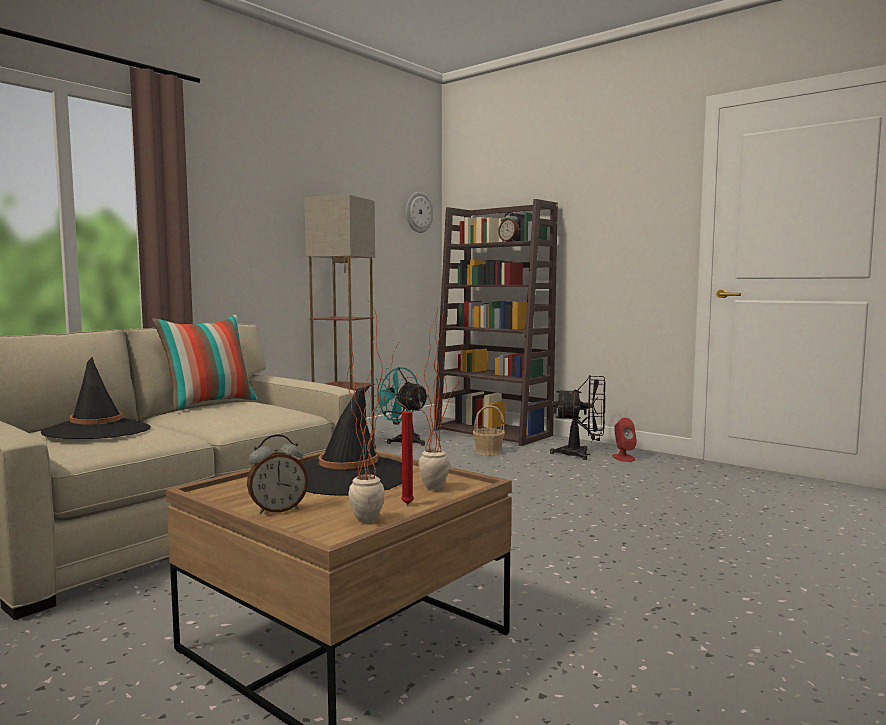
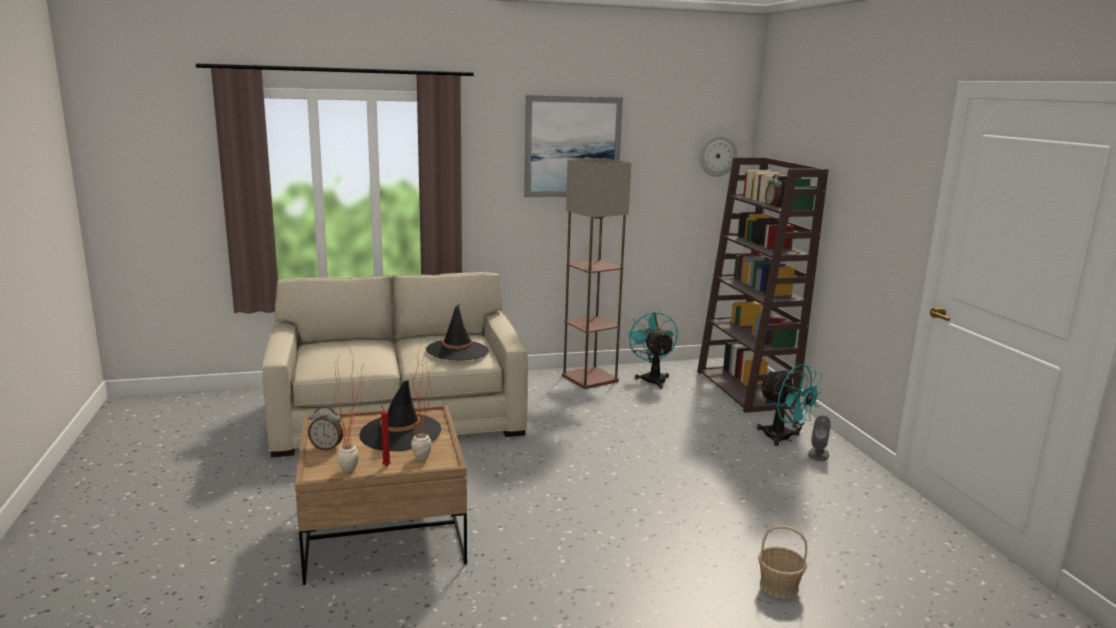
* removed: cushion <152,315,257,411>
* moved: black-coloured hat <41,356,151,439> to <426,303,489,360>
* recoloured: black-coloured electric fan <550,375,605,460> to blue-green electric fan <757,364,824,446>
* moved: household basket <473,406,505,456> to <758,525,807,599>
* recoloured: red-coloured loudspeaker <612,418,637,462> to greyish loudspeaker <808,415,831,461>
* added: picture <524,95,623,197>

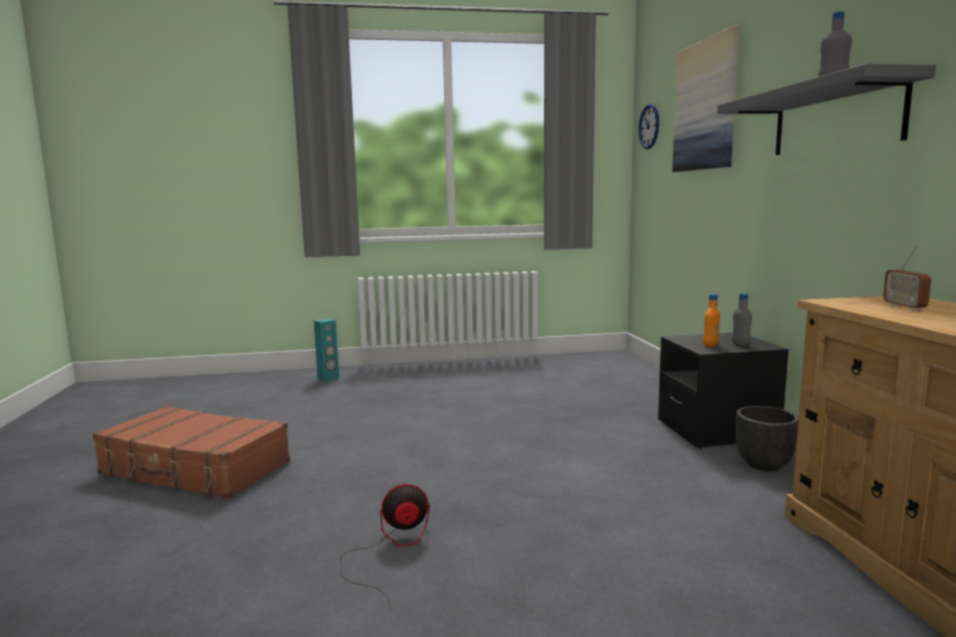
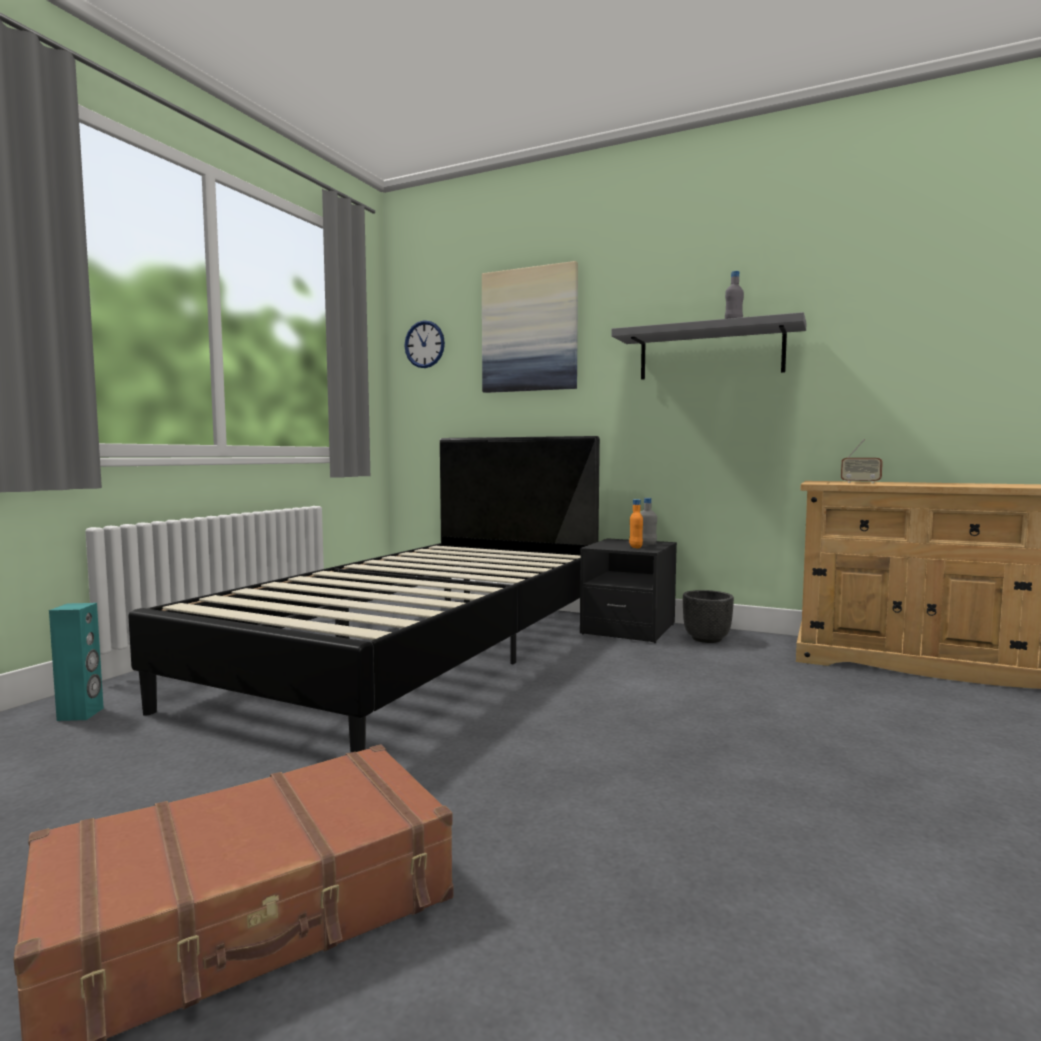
* removed: electric fan <340,484,430,607>
* added: black-coloured bed <128,436,600,753>

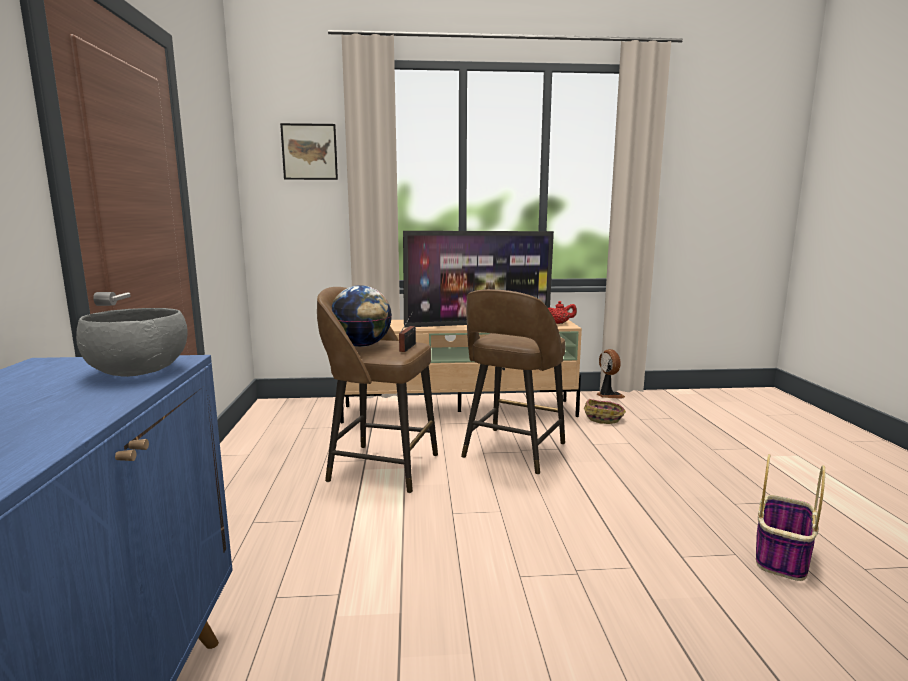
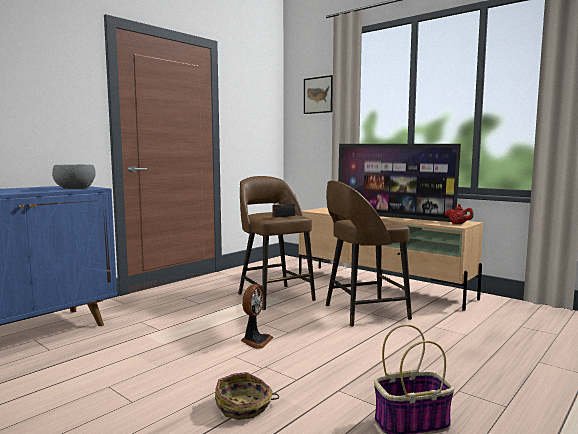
* removed: world globe <332,285,392,347>
* moved: electric fan <597,349,625,398> to <241,284,274,349>
* moved: household basket <584,399,626,424> to <215,372,279,420>

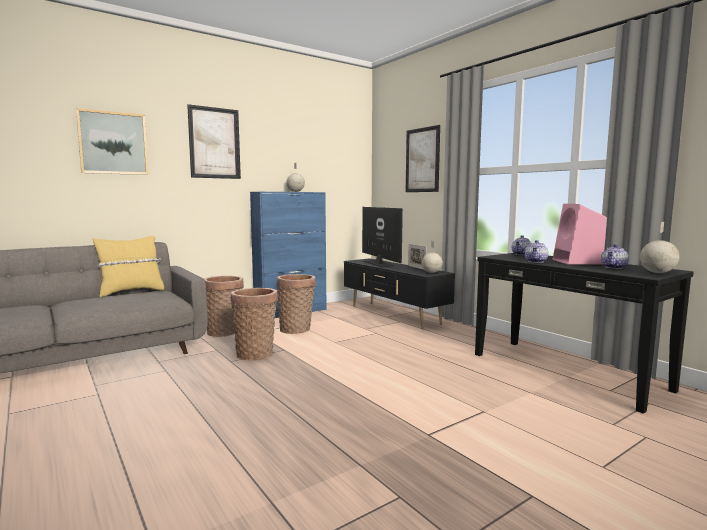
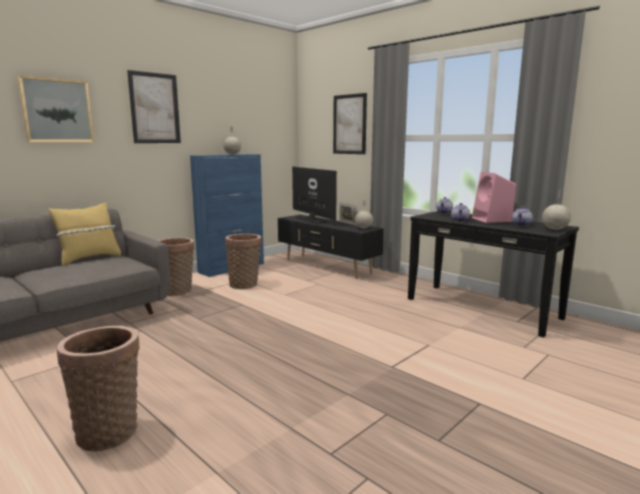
* moved: household basket <231,288,278,361> to <57,326,139,452>

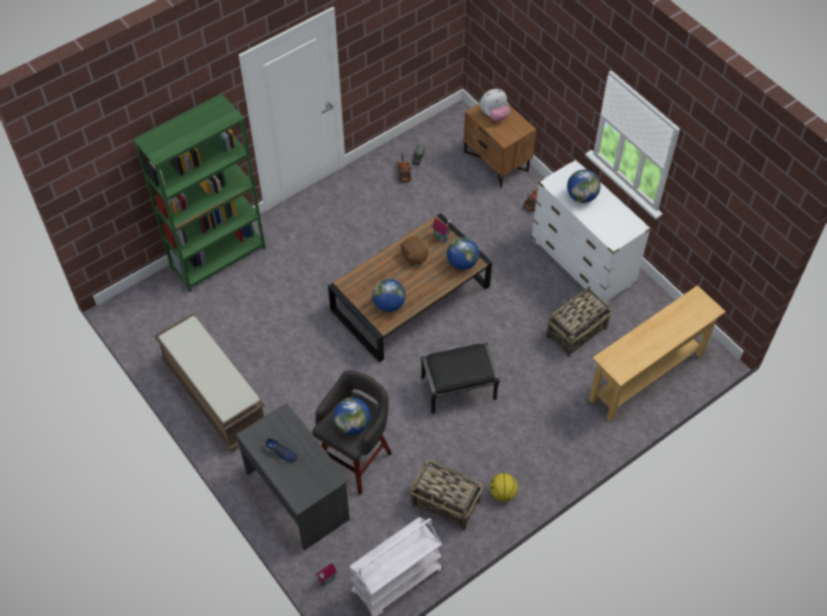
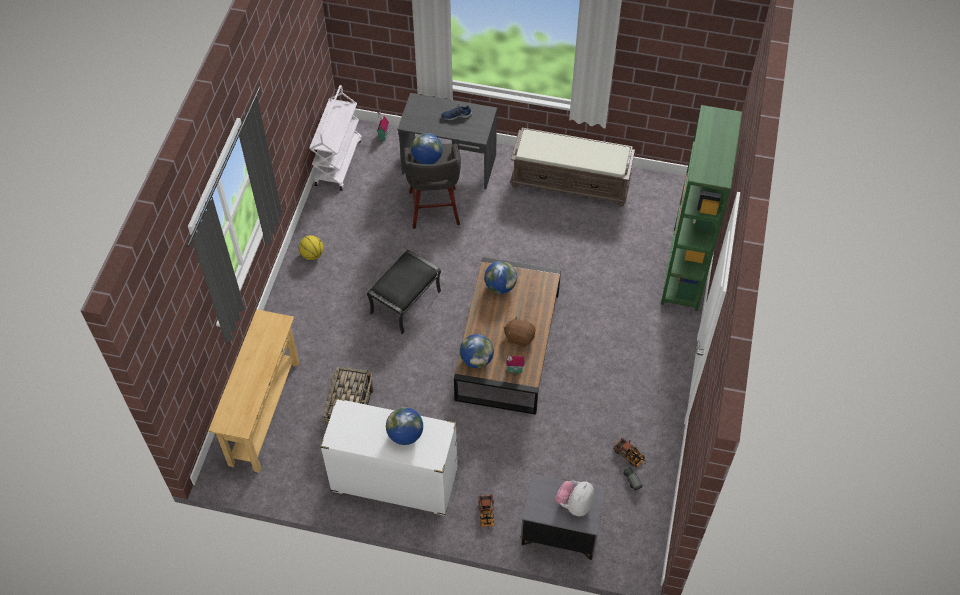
* recoloured: brownish bedside table <464,103,536,188> to greyish bedside table <521,474,606,560>
* removed: household basket <410,459,483,530>

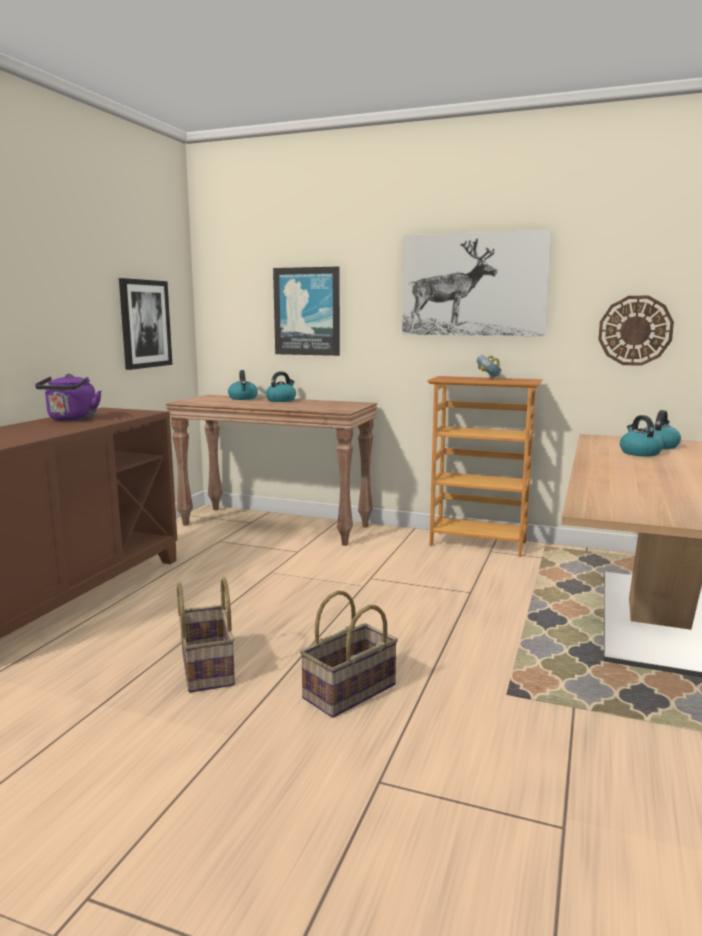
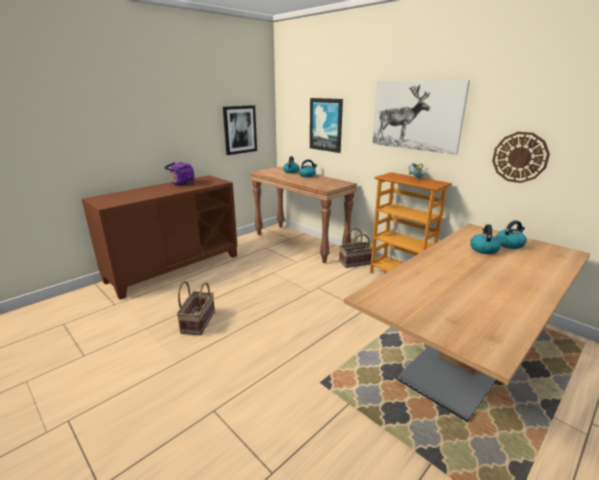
* moved: household basket <300,591,398,718> to <339,228,372,268>

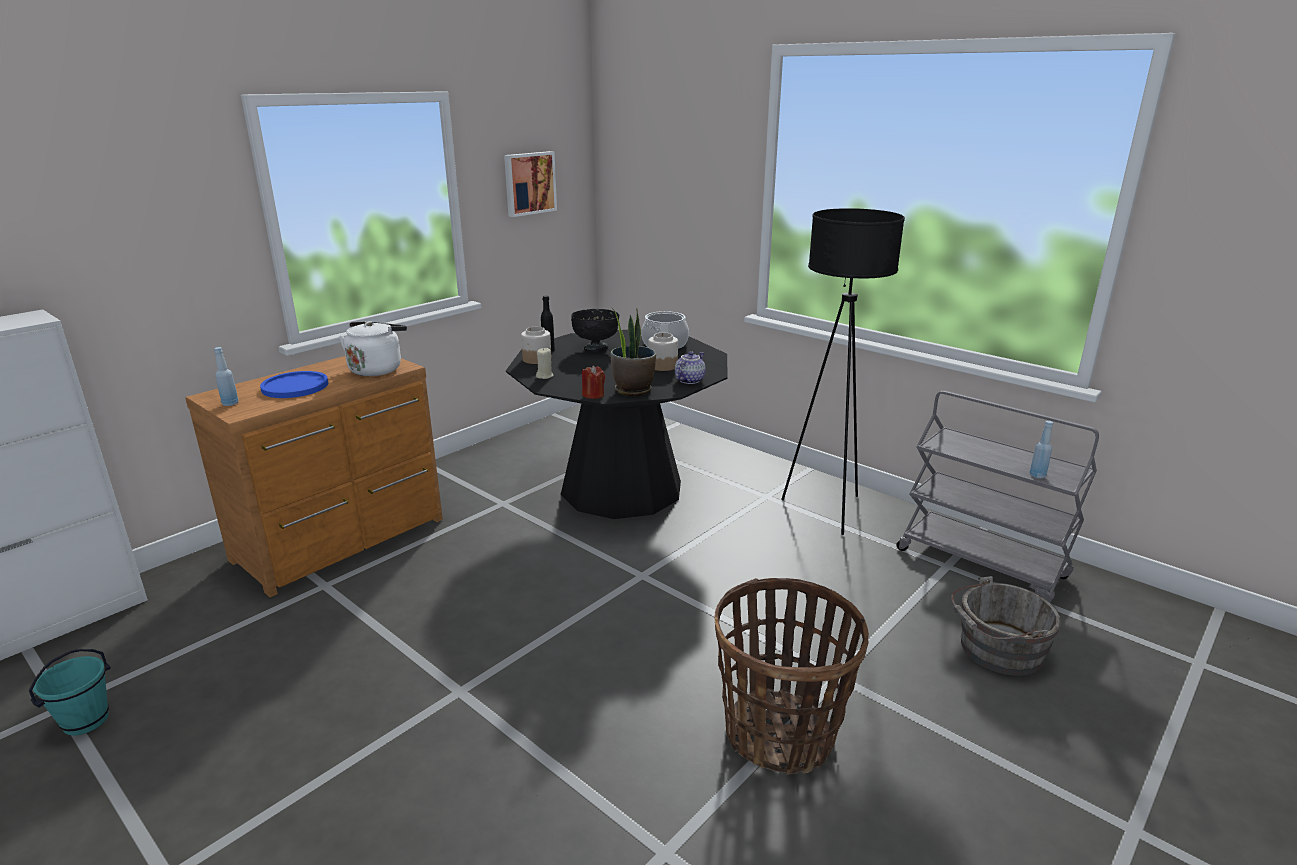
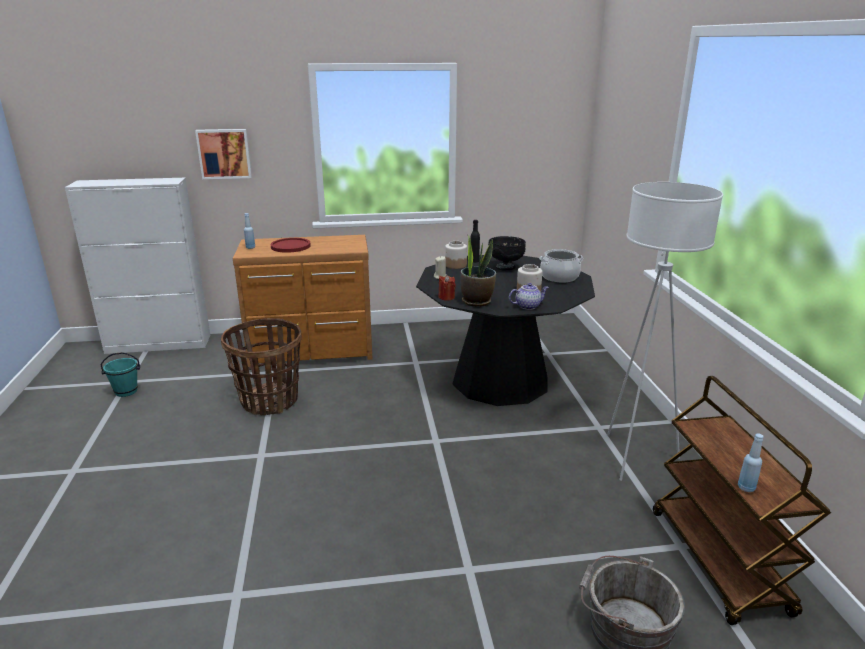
* moved: picture <504,151,557,217> to <195,129,252,179>
* recoloured: black-coloured standard lamp <781,208,905,535> to white-coloured standard lamp <607,182,723,481>
* removed: white-coloured kettle <339,321,407,376>
* recoloured: blue-coloured dinner plate <260,371,328,398> to red-coloured dinner plate <270,238,311,253>
* recoloured: greyish cart <896,391,1099,602> to brownish cart <653,376,831,625>
* moved: household basket <715,578,869,775> to <221,318,302,415>

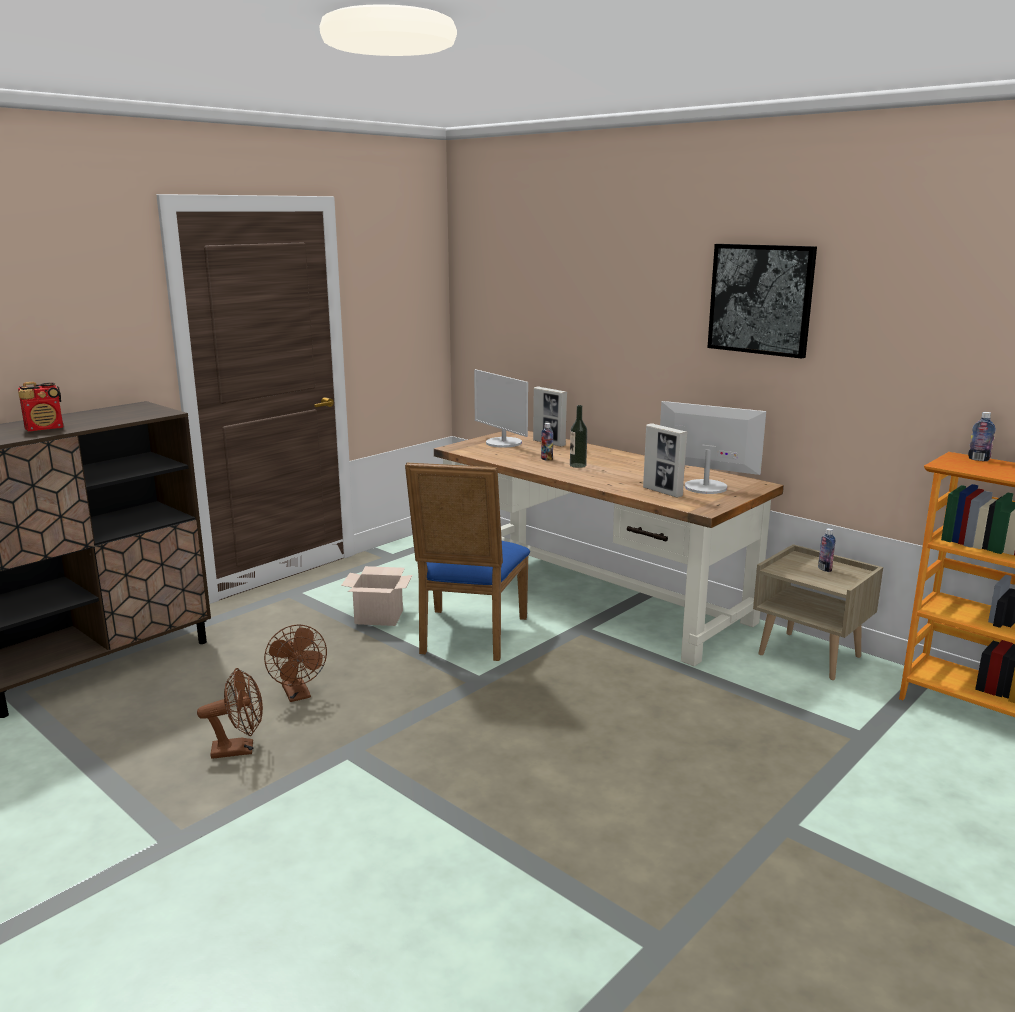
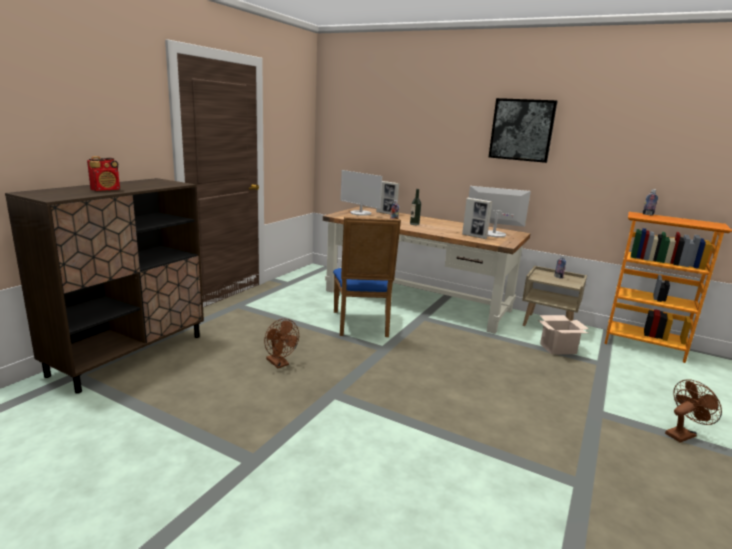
* moved: cardboard box <341,566,413,626> to <538,315,589,355>
* moved: brownish electric fan <197,668,263,759> to <665,380,722,443>

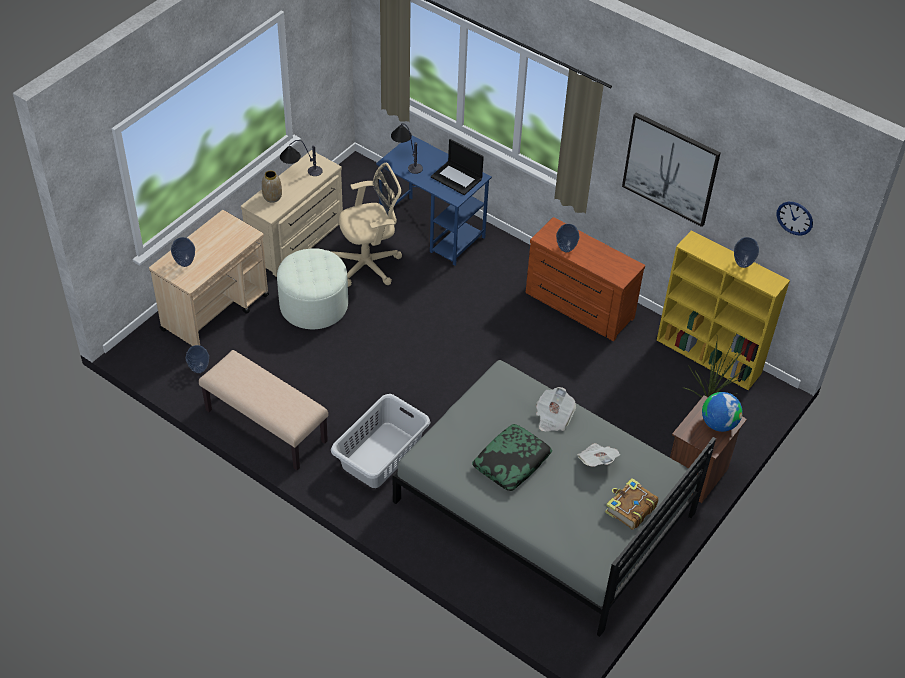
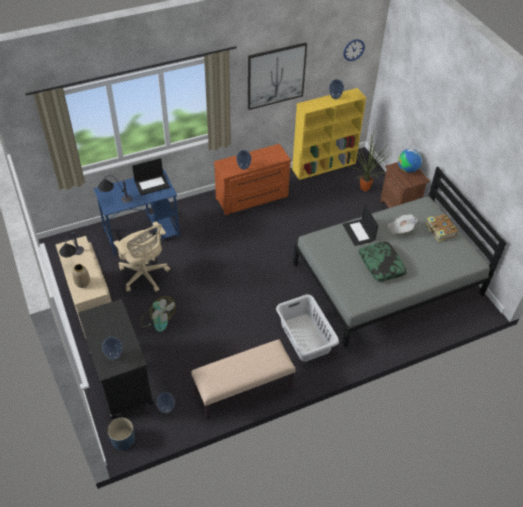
* turned: sand-coloured computer chair <331,163,402,287> = <113,221,170,292> 135 degrees clockwise
* recoloured: sand-coloured cart <149,210,269,346> to black-coloured cart <78,299,154,419>
* replaced: white-coloured pouffe <277,248,348,329> to electric fan <141,296,176,332>
* replaced: daily paper <536,387,576,431> to portable computer <342,204,378,246>
* added: blue-coloured planter <108,418,135,450>

